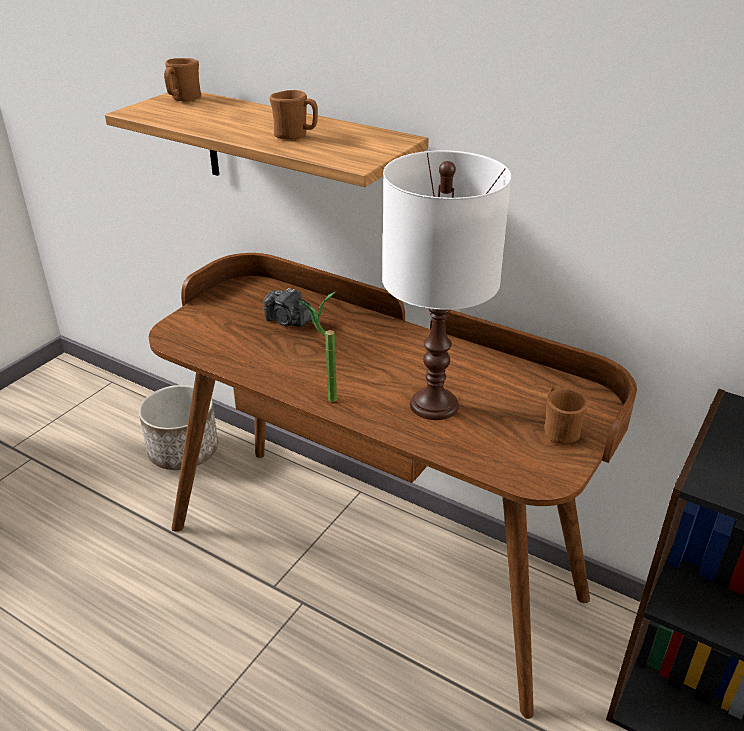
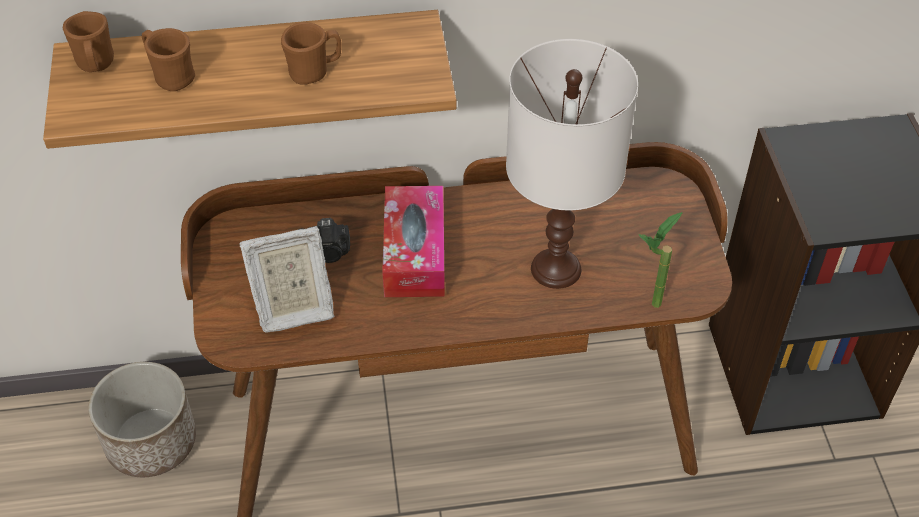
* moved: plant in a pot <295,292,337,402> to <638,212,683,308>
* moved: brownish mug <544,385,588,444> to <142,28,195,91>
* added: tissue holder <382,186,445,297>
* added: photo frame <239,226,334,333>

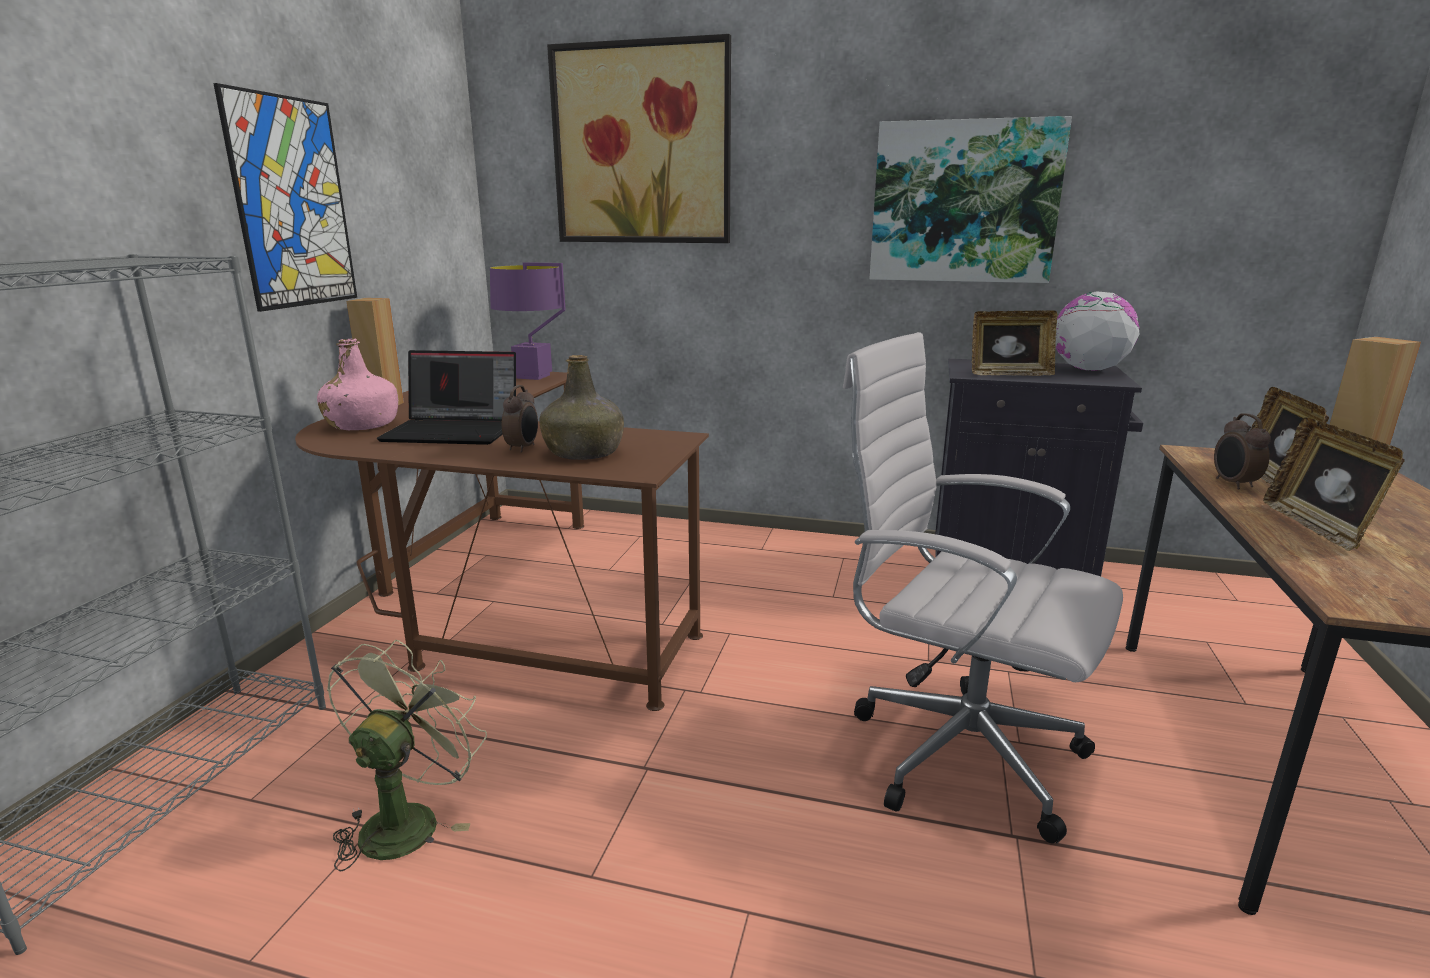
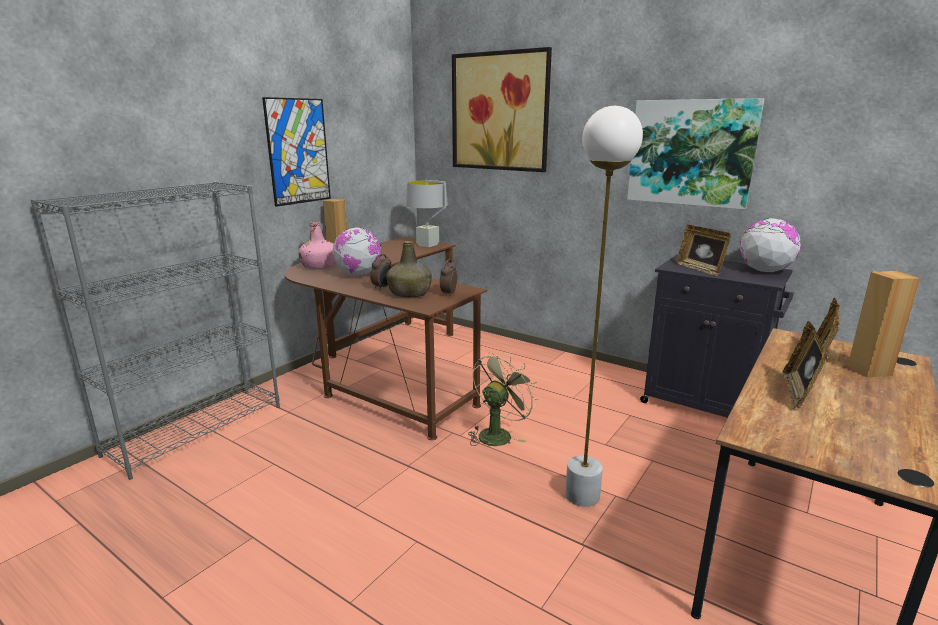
* recoloured: purplish lamp for a table <490,262,566,380> to greyish lamp for a table <406,180,448,247>
* turned: photo frame <971,310,1057,376> = <676,225,730,276> 45 degrees clockwise
* replaced: white-coloured computer chair <843,332,1123,843> to white-coloured standard lamp <565,106,643,507>
* replaced: portable computer <376,350,516,445> to world globe <333,227,382,276>
* moved: alarm clock <1214,413,1271,490> to <440,259,457,296>
* moved: greenish electric fan <327,640,487,871> to <468,352,539,446>

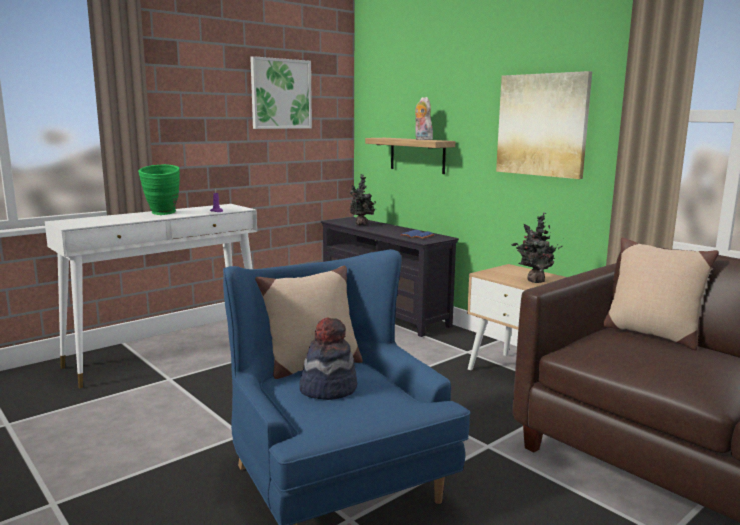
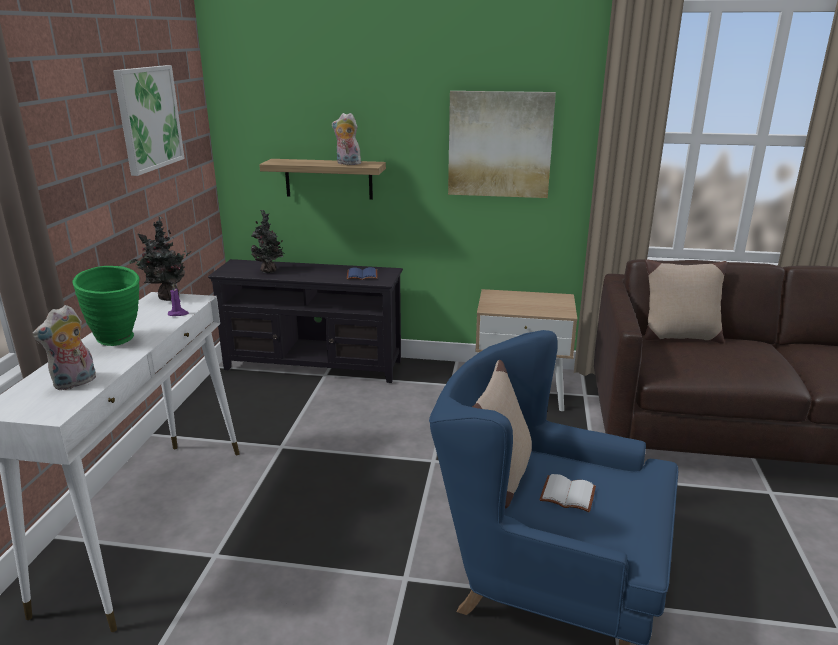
* moved: plant in a pot <511,212,563,283> to <129,216,191,301>
* replaced: hat <299,318,357,400> to white-coloured book <540,474,596,512>
* added: soft toy <32,305,96,390>

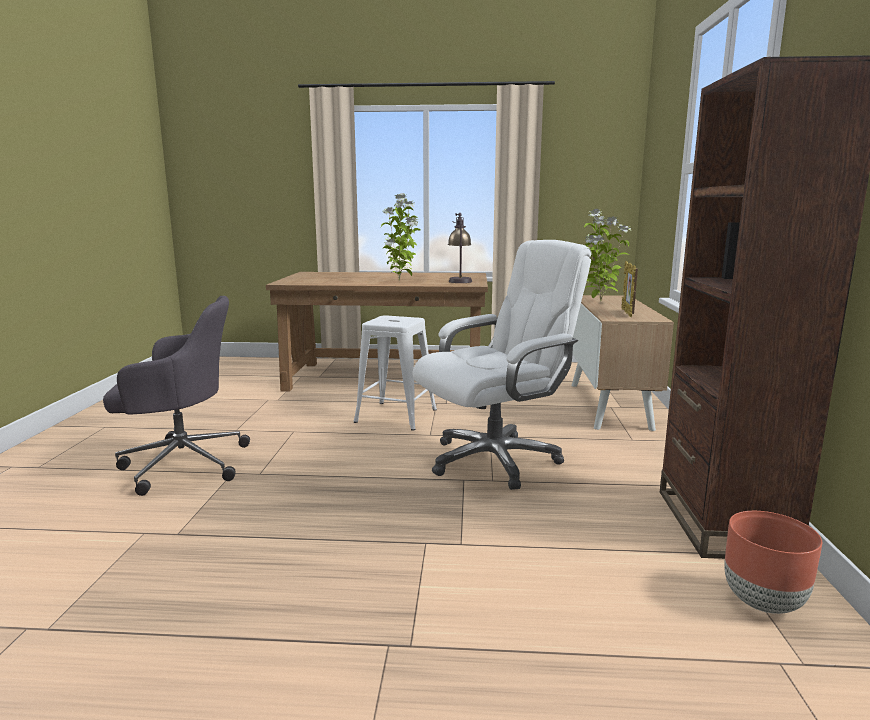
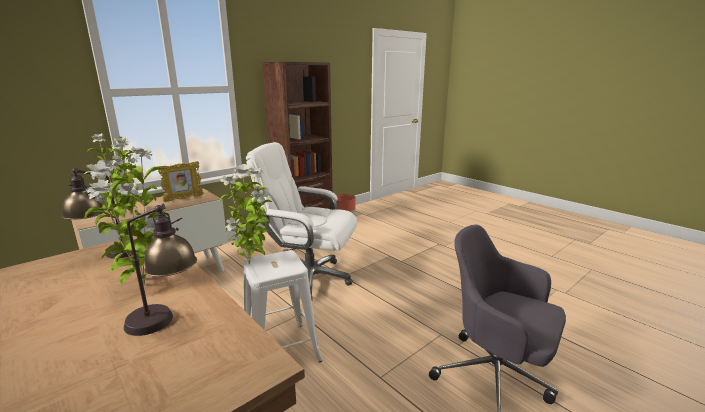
* added: plant in a pot <220,164,272,264>
* added: lamp for a table <124,204,197,336>

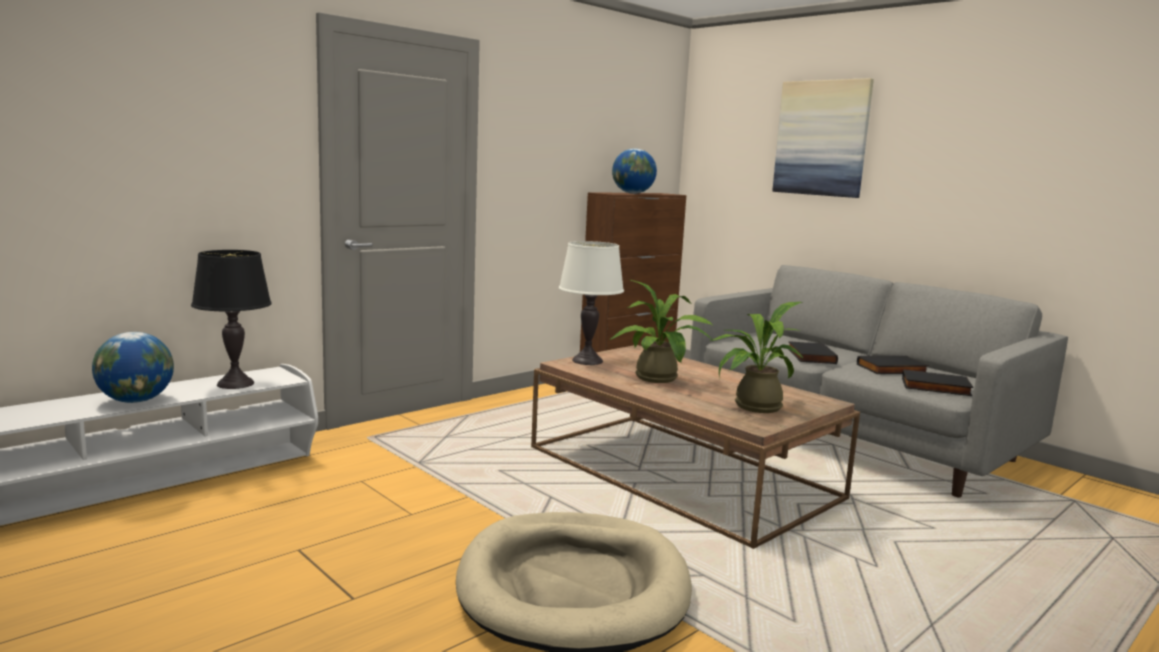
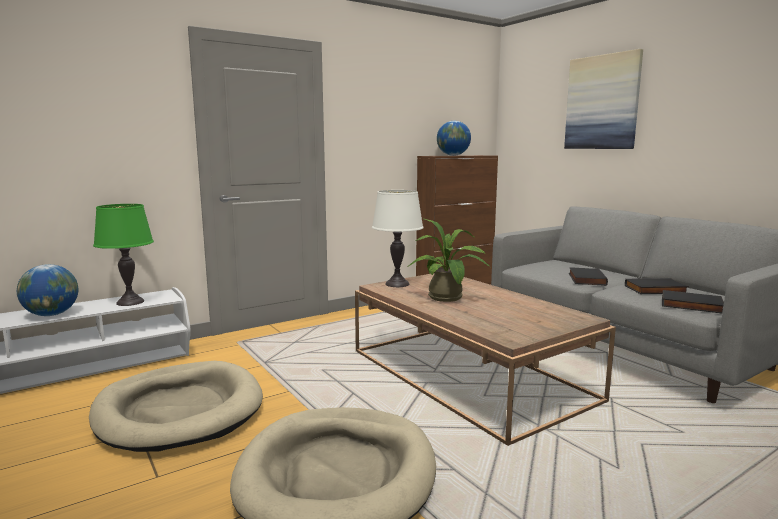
* recoloured: black-coloured lamp for a table <191,250,272,389> to greenish lamp for a table <93,204,154,306>
* removed: plant in a pot <710,302,804,413>
* added: sand-coloured dog bed <89,361,263,452>

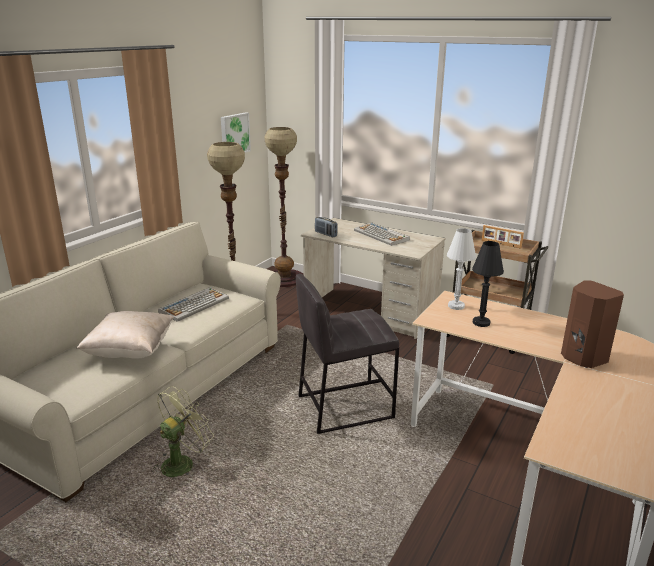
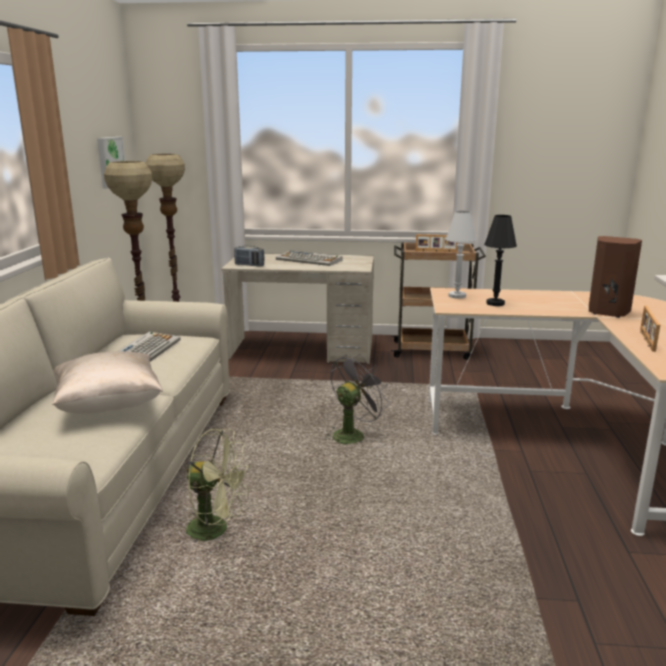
* replaced: greyish sitting stool <296,274,399,434> to greyish electric fan <325,354,390,444>
* turned: greenish electric fan <152,386,214,477> = <186,429,250,542> 90 degrees clockwise
* added: photo frame <640,306,660,352>

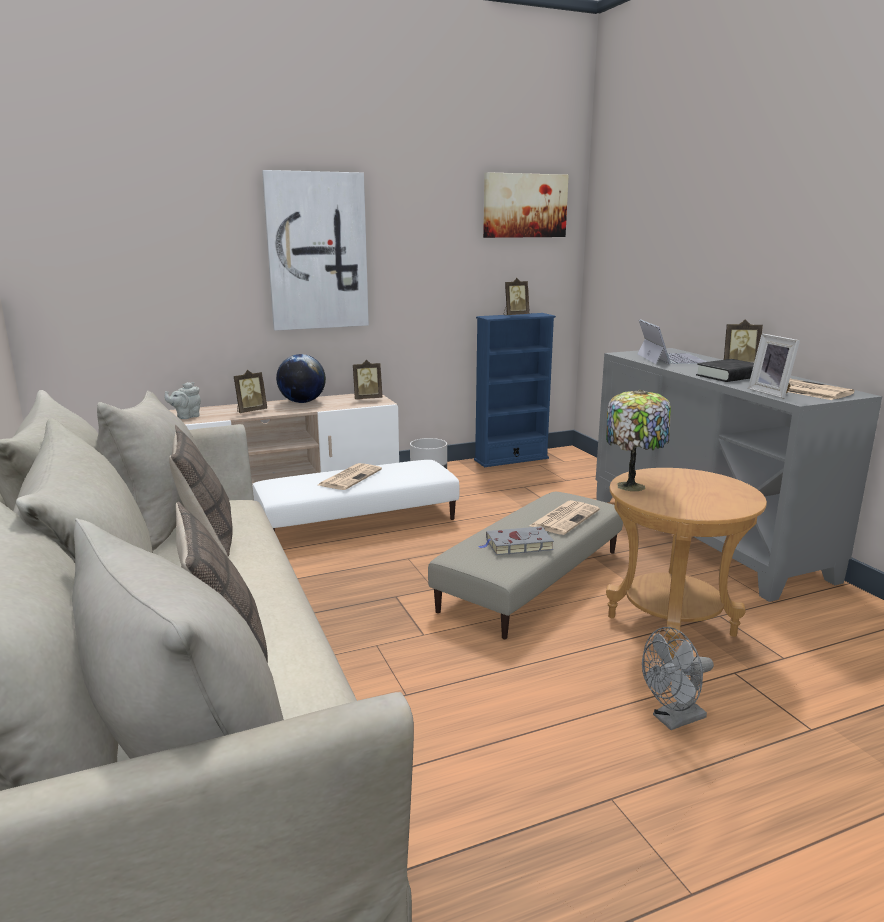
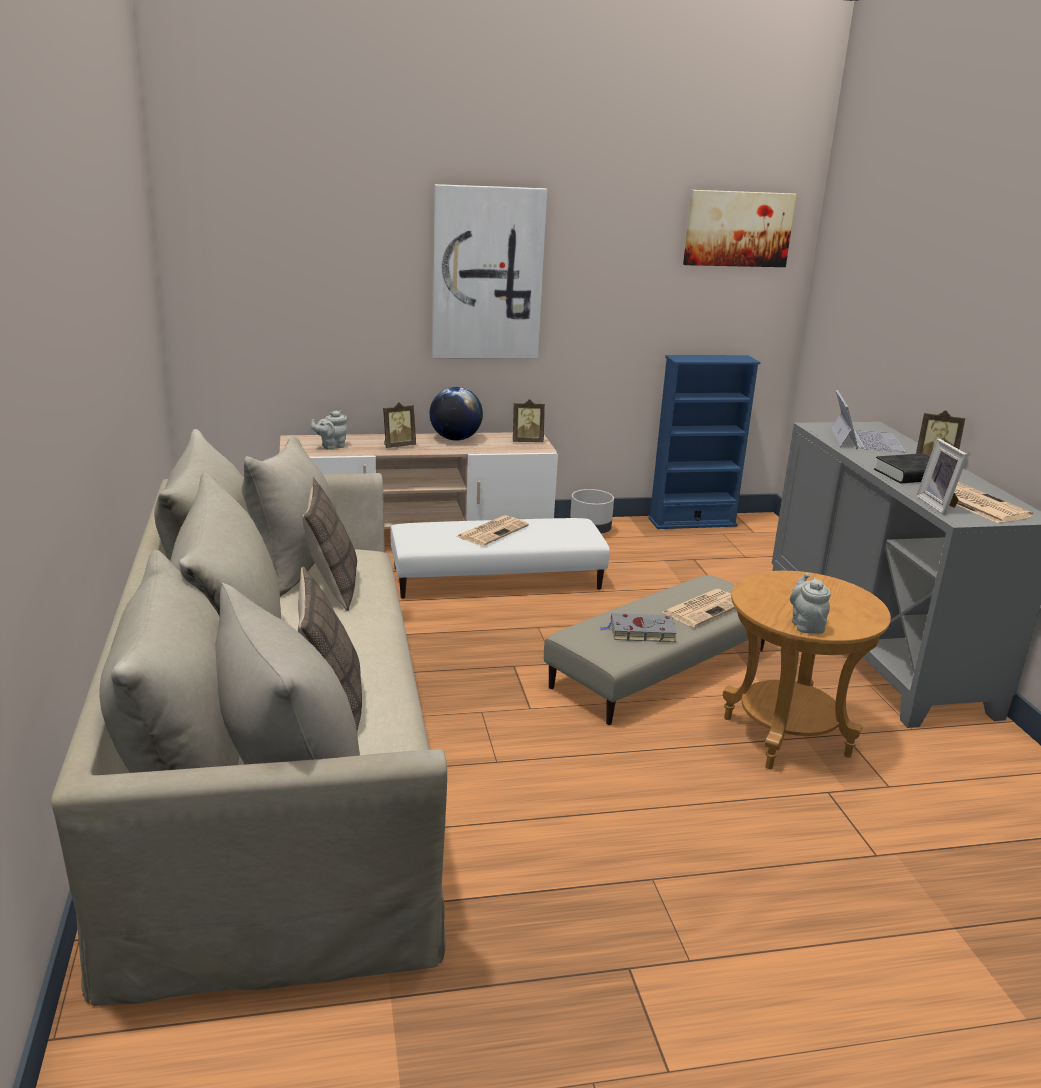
* removed: photo frame <503,278,529,315>
* removed: lamp for a table <606,390,671,491>
* removed: greyish electric fan <642,627,714,730>
* added: greyish pot for tea <790,573,831,634>

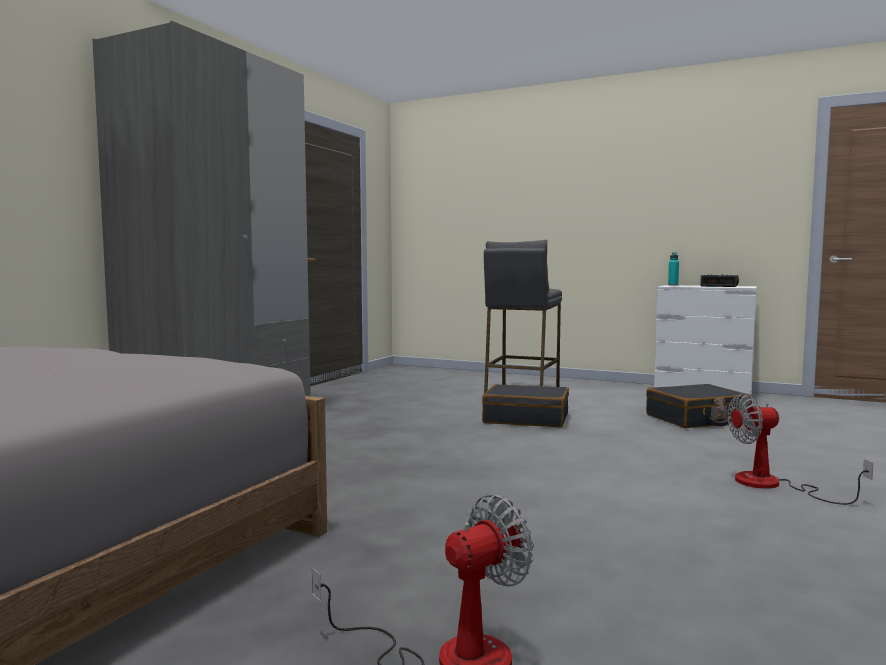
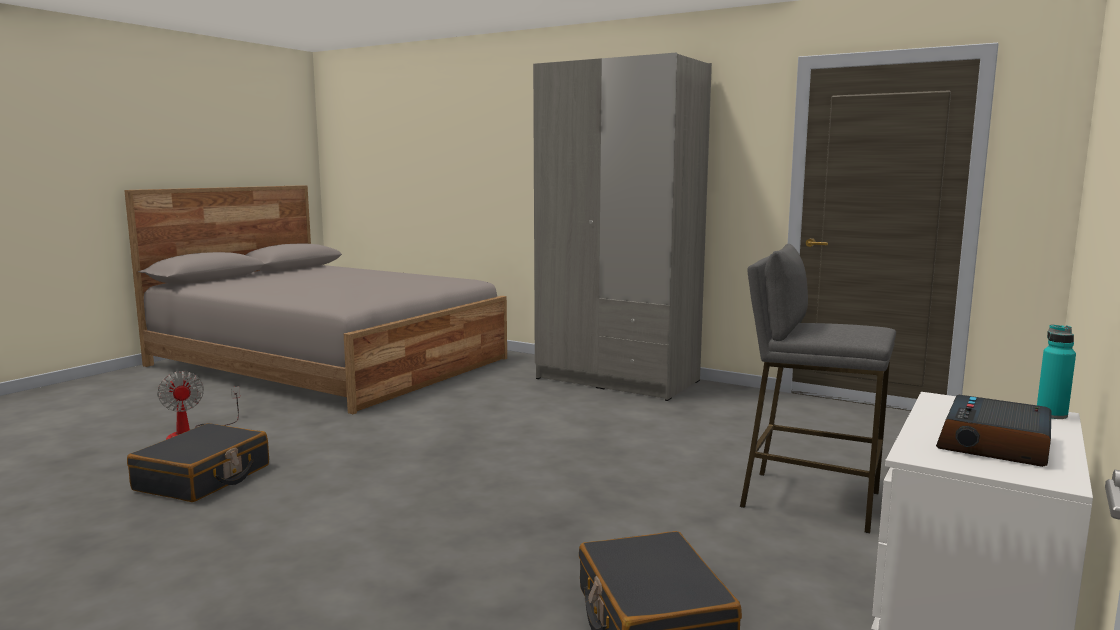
* moved: black-coloured suitcase <482,384,569,427> to <127,423,269,502>
* removed: electric fan <727,393,873,505>

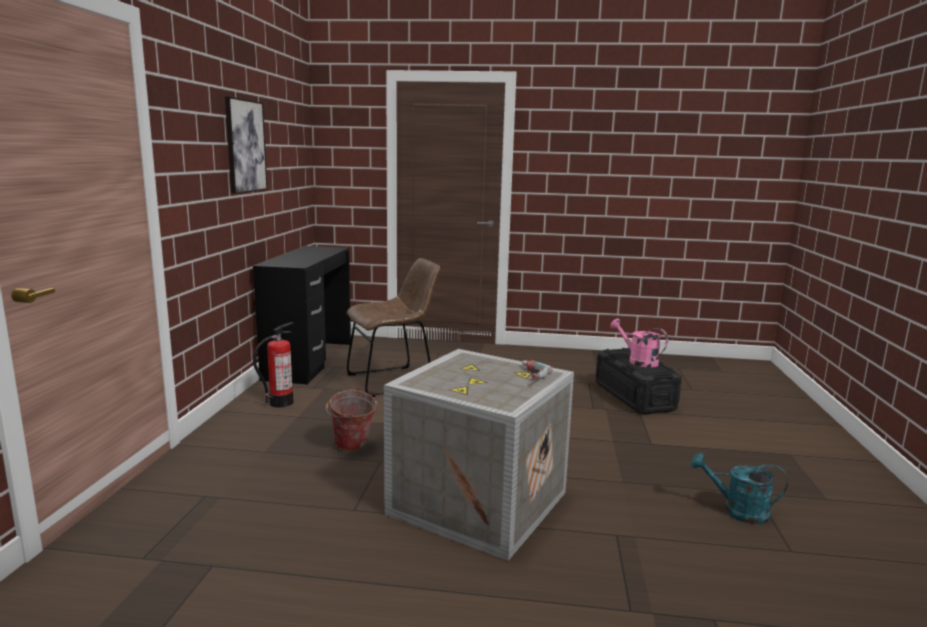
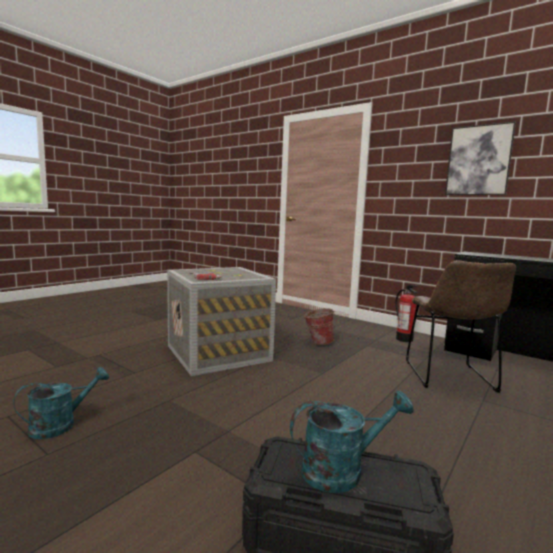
* recoloured: pink-coloured watering pot <610,319,668,368> to blue-green watering pot <290,391,414,493>

